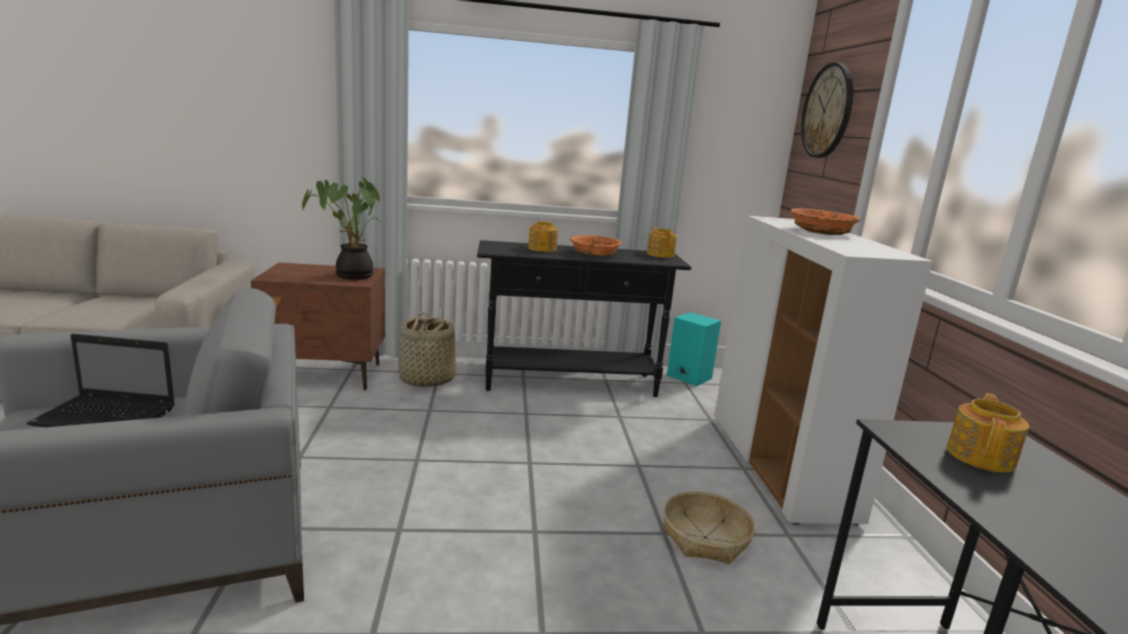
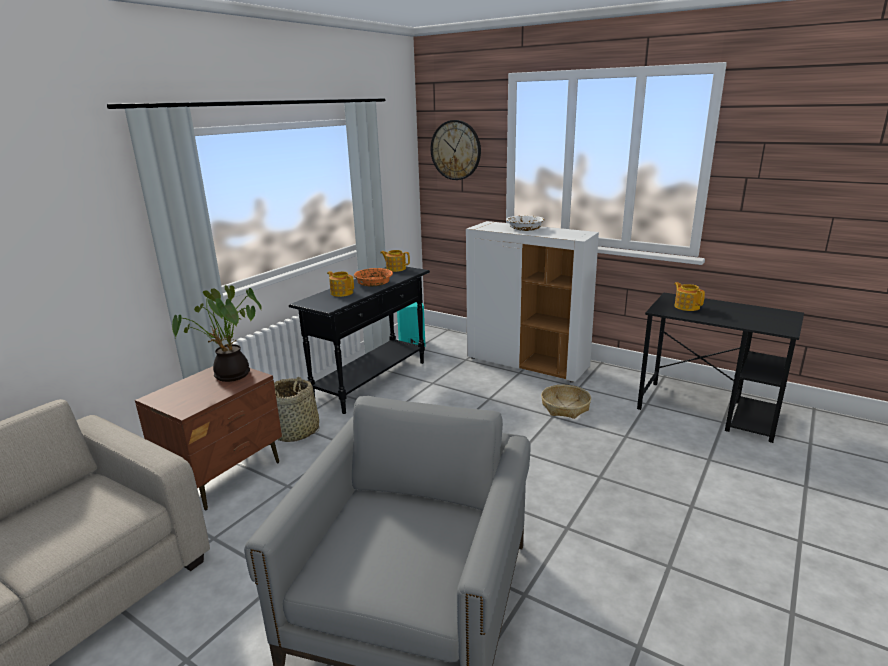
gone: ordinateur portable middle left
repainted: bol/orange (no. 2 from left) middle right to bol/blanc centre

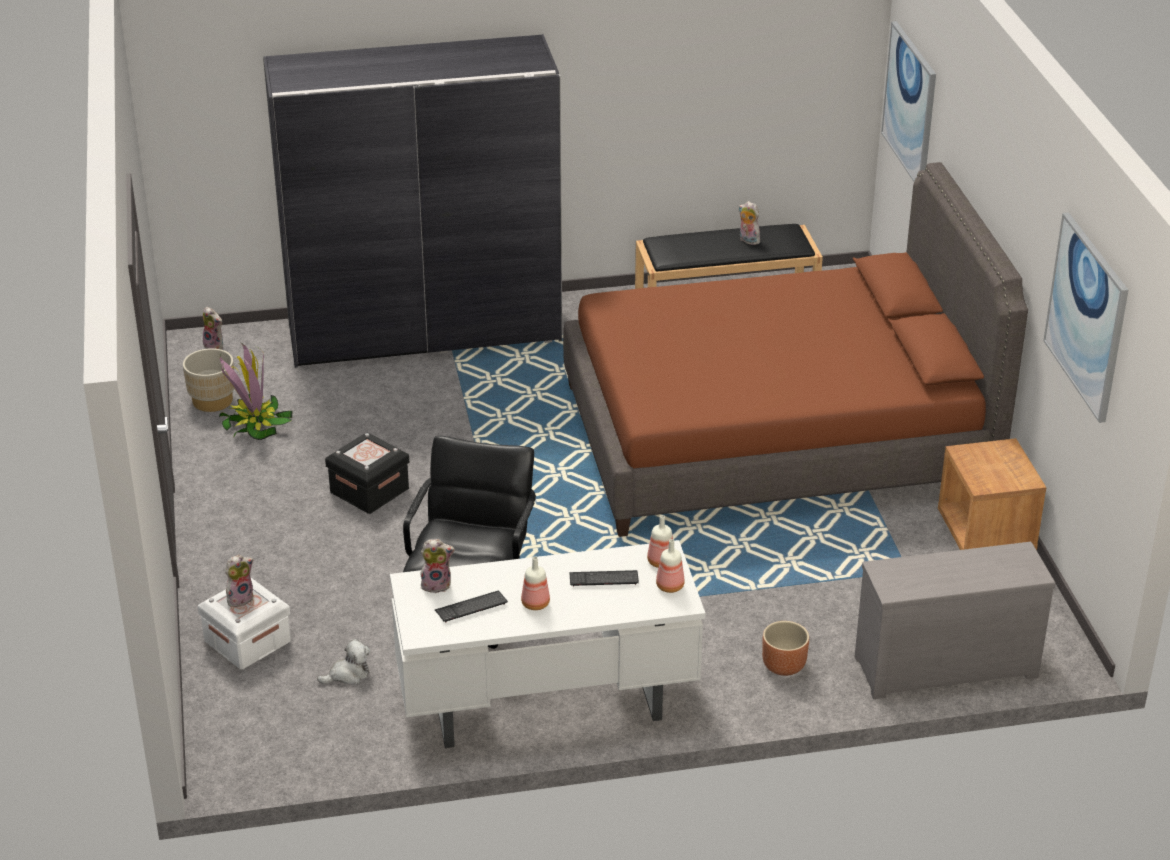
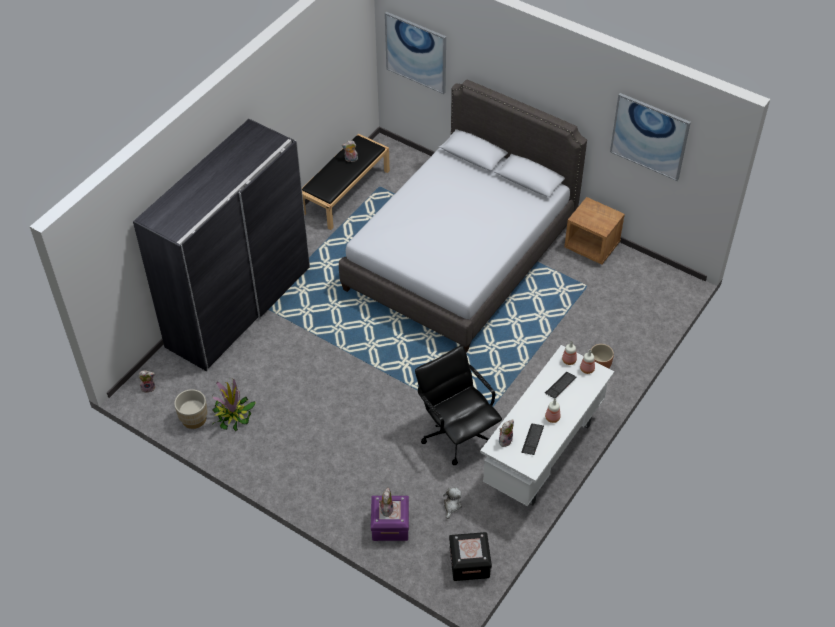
gone: commode/gris bottom right
shifted: boîte de rangement/noir middle left to bottom centre
repainted: boîte de rangement/blanc bottom left to boîte de rangement/violet bottom centre; lit/marron middle right to lit/gris centre

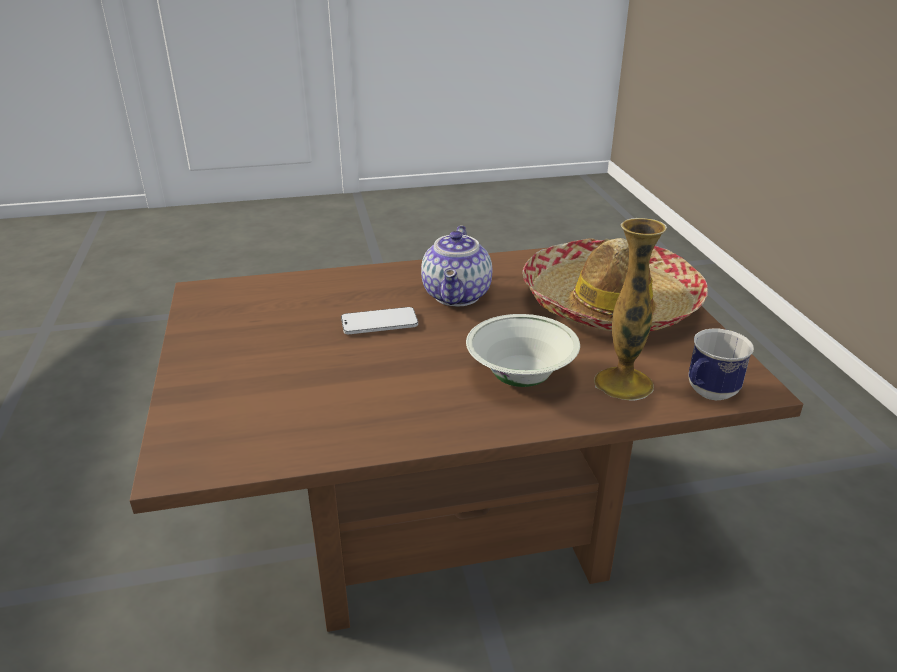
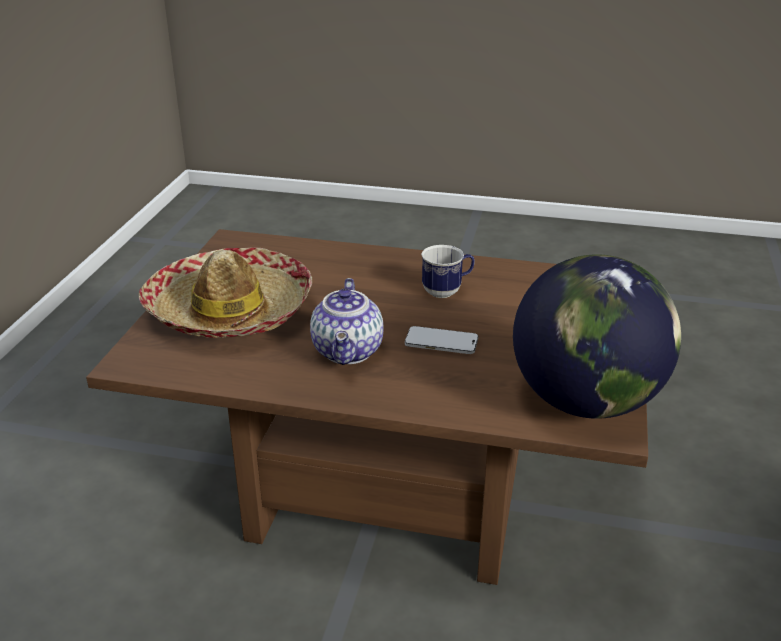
gone: bol/blanc centre; vase middle right
new: globe middle right
shifted: mug middle right to centre
rotated: théière centre = centre 150 degrees clockwise

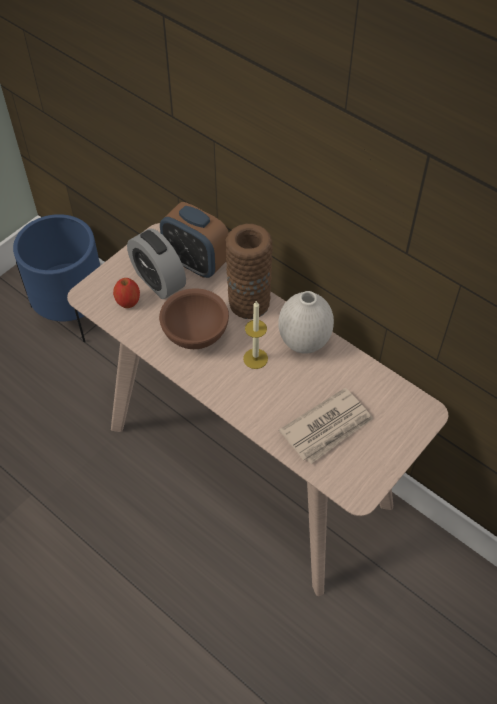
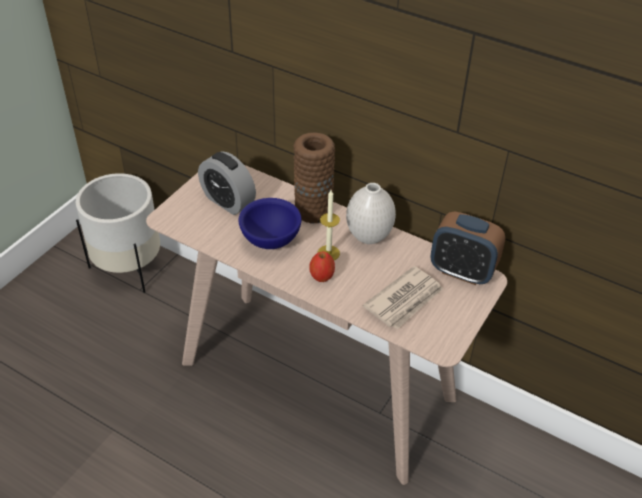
shifted: pomme middle left to centre; réveil (no. 2 from left) centre to middle right
repainted: cache-pot/bleu middle left to cache-pot/blanc middle left; bol/marron centre to bol/bleu centre

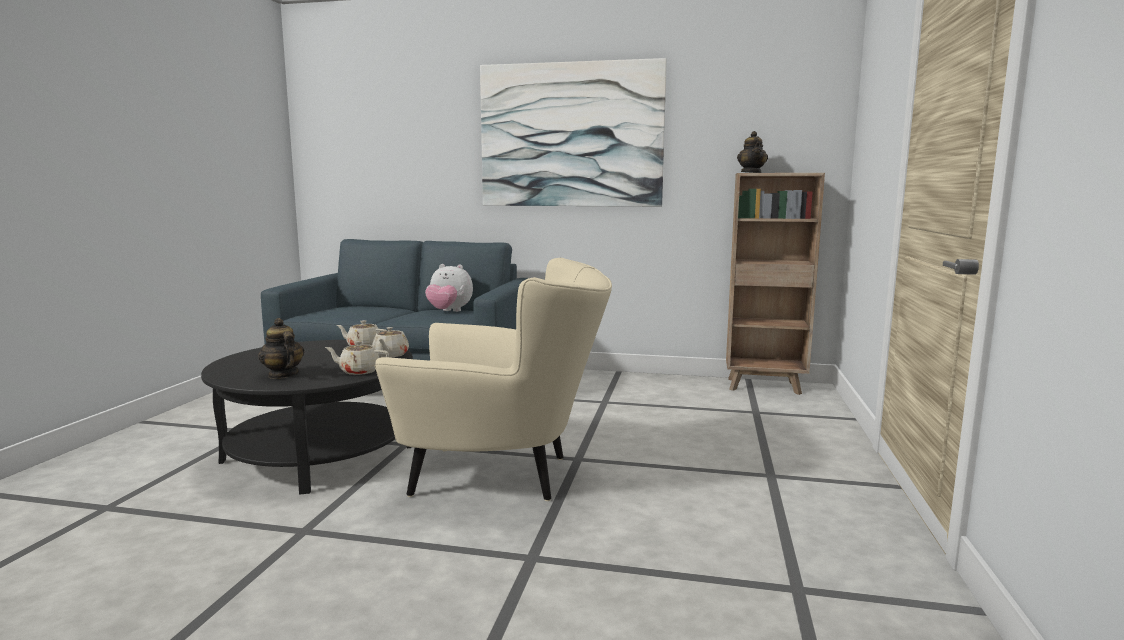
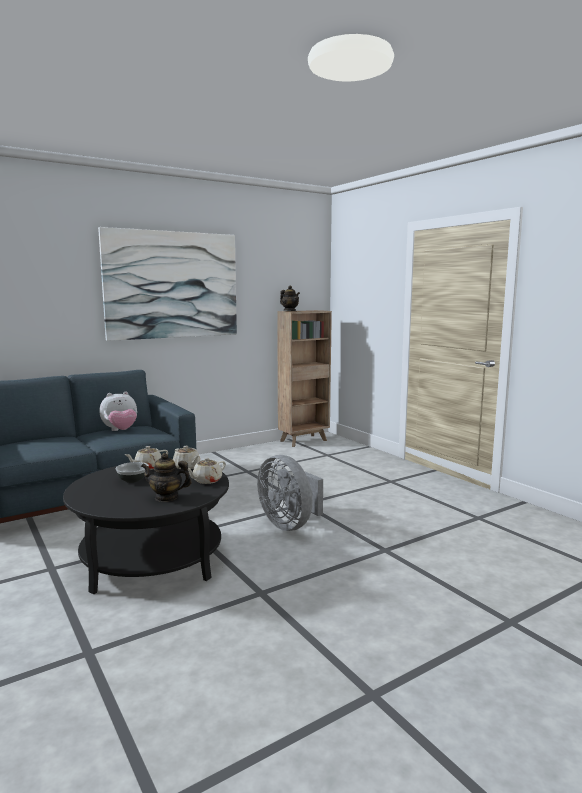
new: bol middle left
swapped: fauteuil/beige centre to ventilateur/gris centre

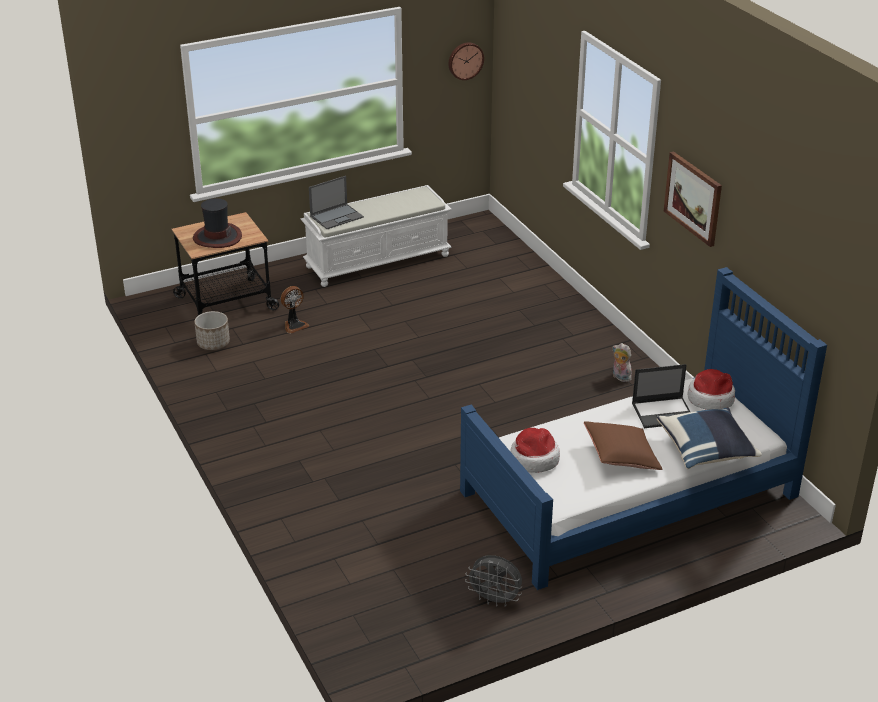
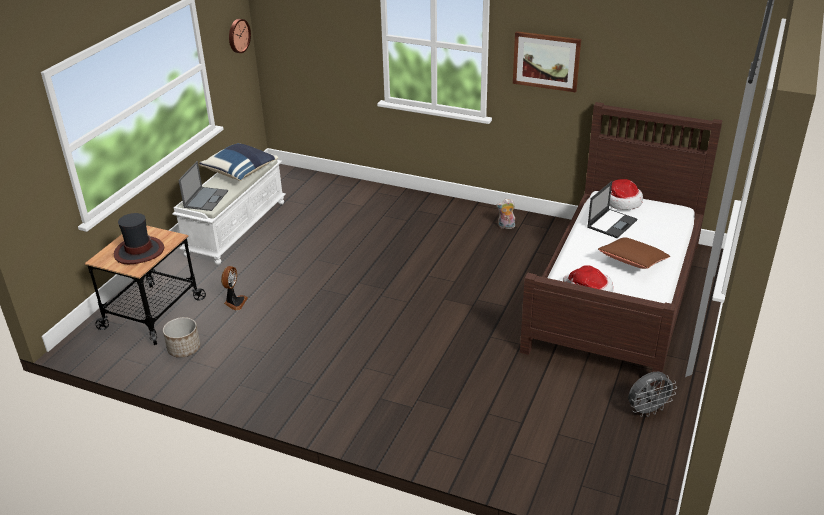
shifted: coussin/bleu middle right to top left
repainted: lit/bleu middle right to lit/marron middle right

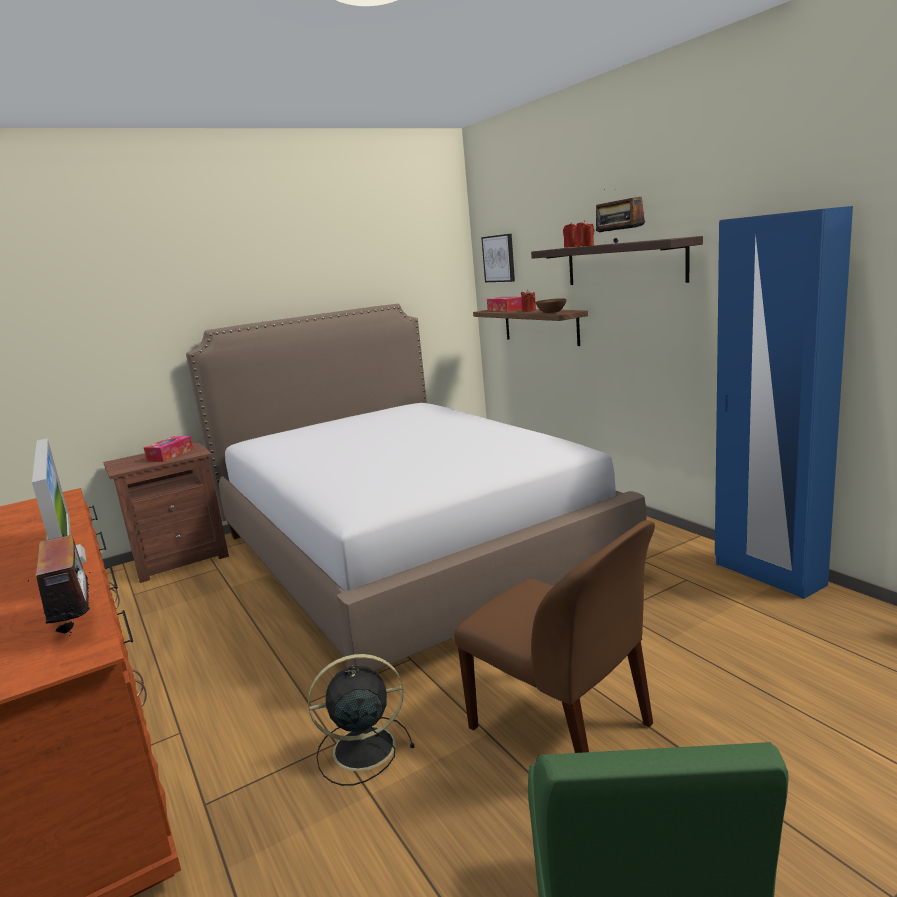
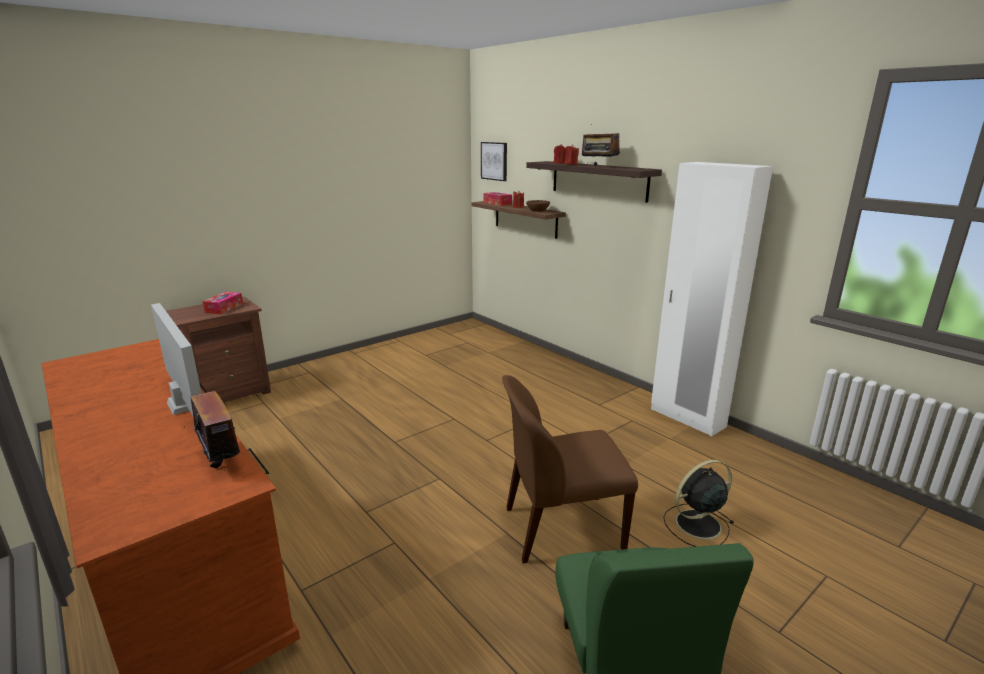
gone: lit centre
shifted: ventilateur/noir bottom centre to bottom right
repainted: armoire/bleu middle right to armoire/blanc middle right
rotated: chaise/marron bottom centre = bottom centre 135 degrees clockwise

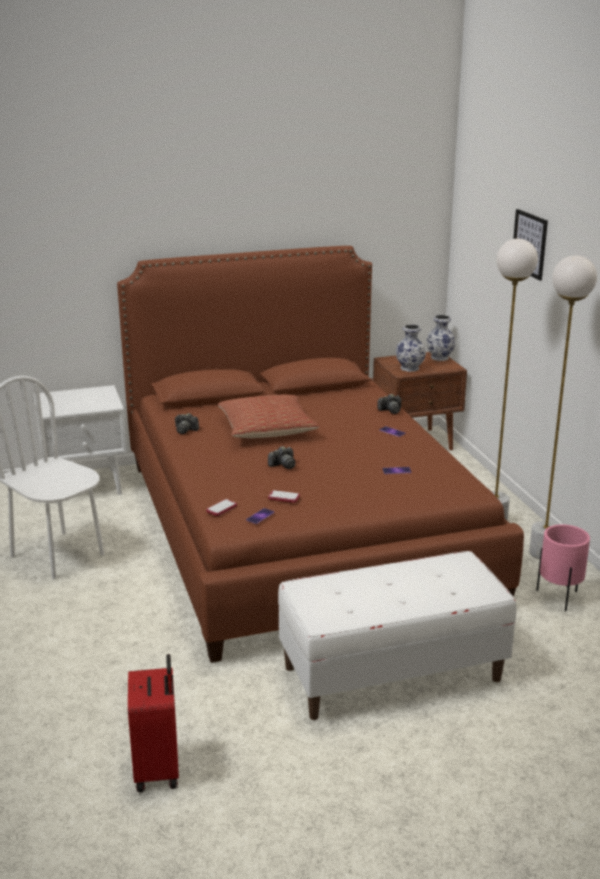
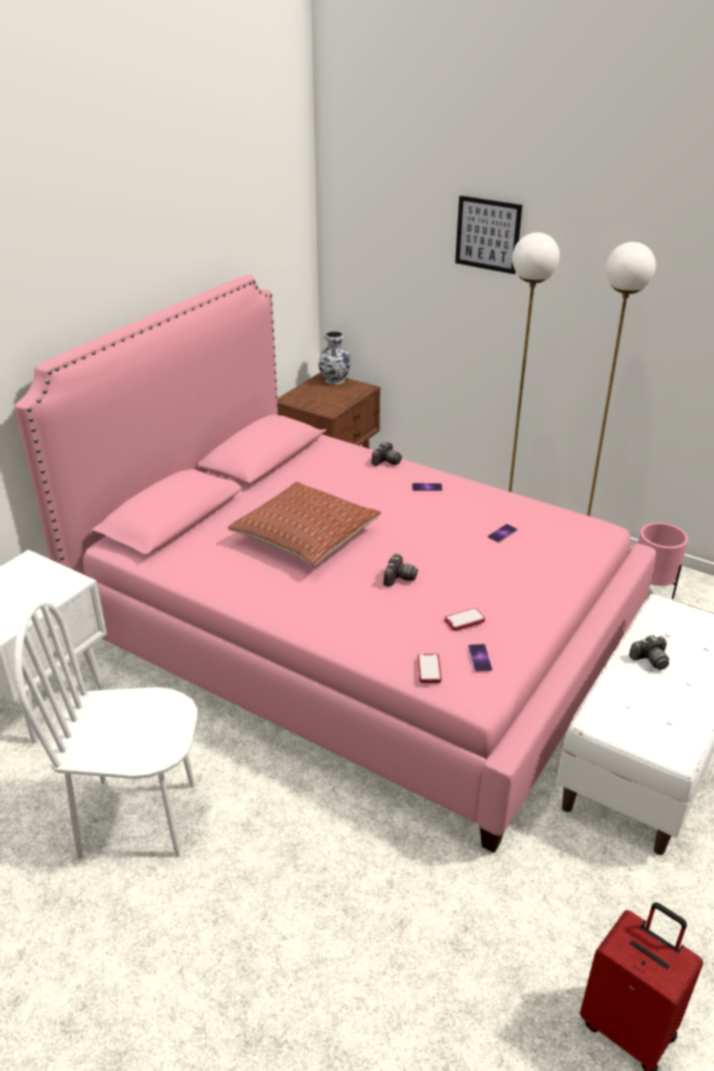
gone: vase (no. 1 from left) middle right
shifted: appareil photo (no. 1 from left in the first image) middle left to appareil photo (no. 3 from left) middle right
repainted: lit/marron centre to lit/rose centre

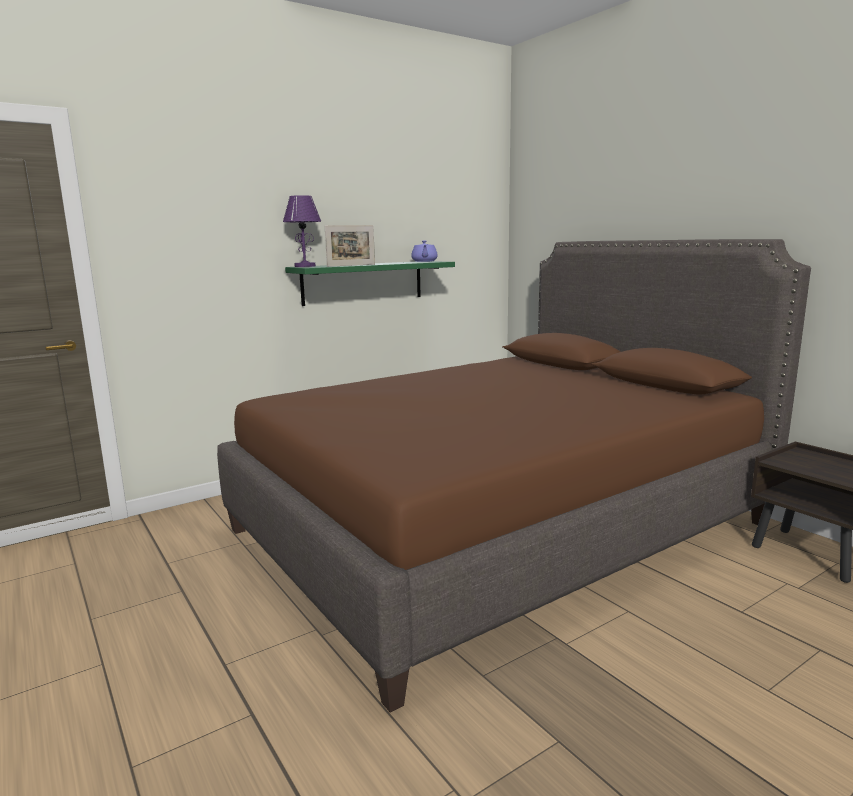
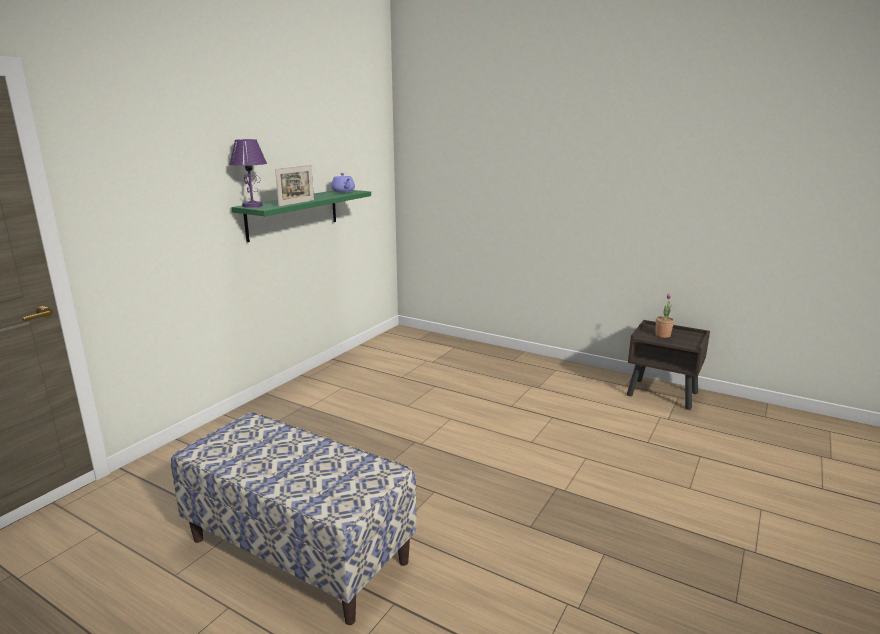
gone: lit/marron centre
new: banc bottom left; plante en pot middle right

